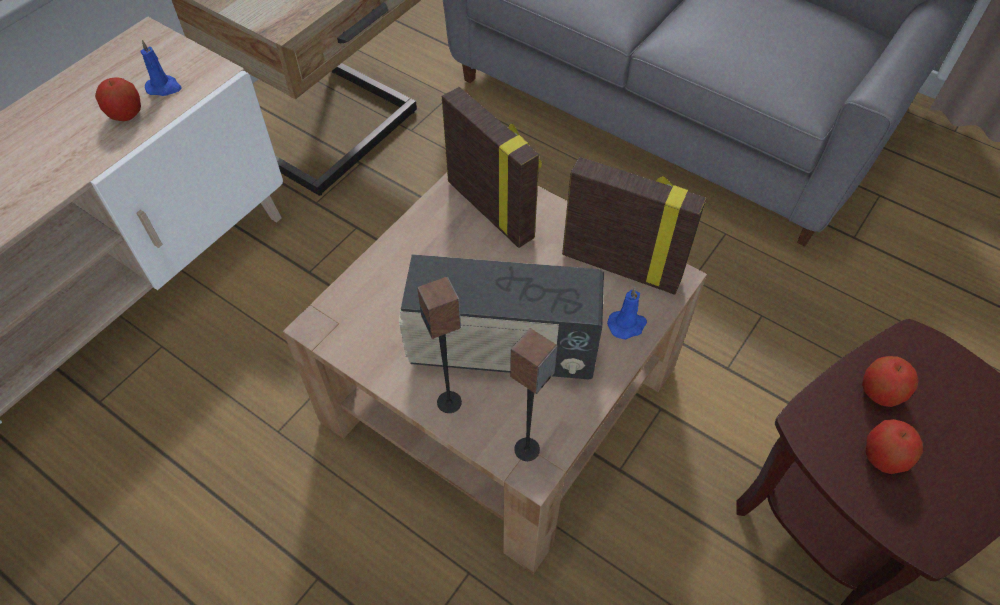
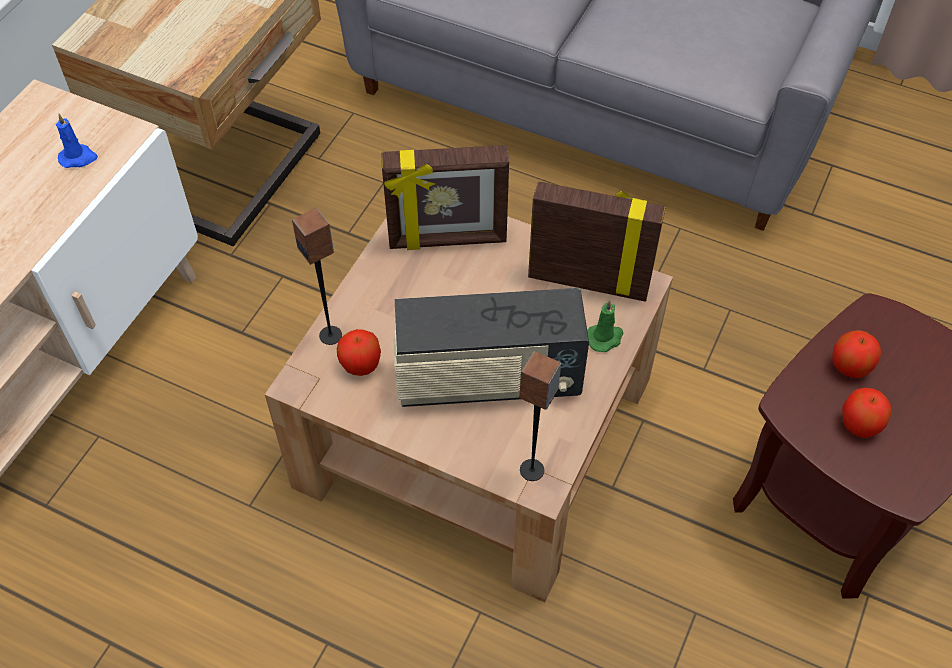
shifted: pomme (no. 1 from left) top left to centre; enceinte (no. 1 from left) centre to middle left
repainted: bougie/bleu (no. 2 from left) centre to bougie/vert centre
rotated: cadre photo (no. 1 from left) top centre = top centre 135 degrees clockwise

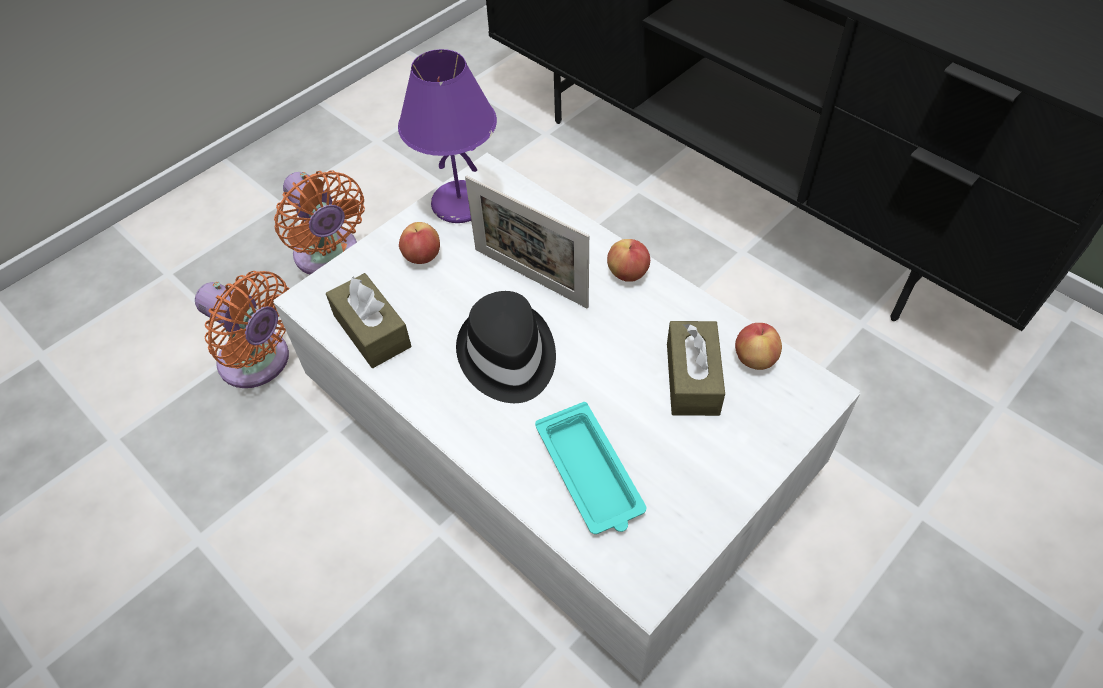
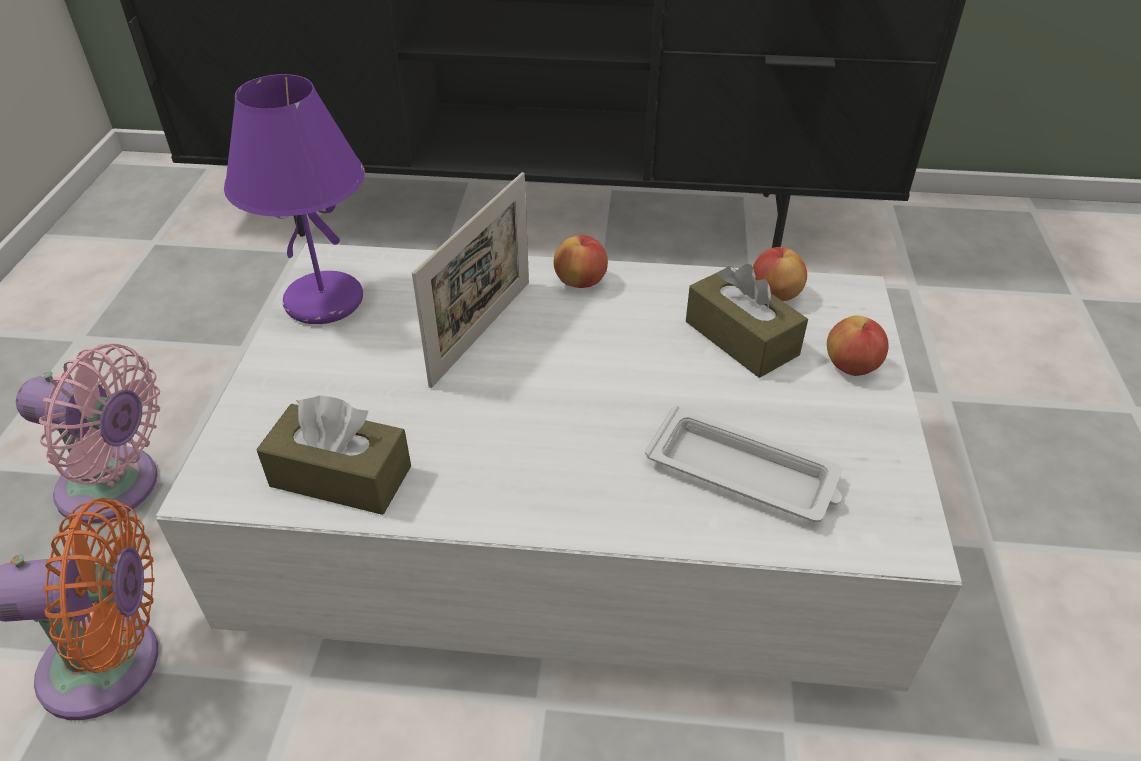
gone: chapeau/noir centre
shifted: pomme (no. 1 from left in the first image) centre to pomme (no. 3 from left) middle right
repainted: ventilateur/orange (no. 2 from left) top left to ventilateur/rose middle left; plateau/turquoise bottom centre to plateau/blanc centre
rotated: cadre photo centre = centre 60 degrees counterclockwise

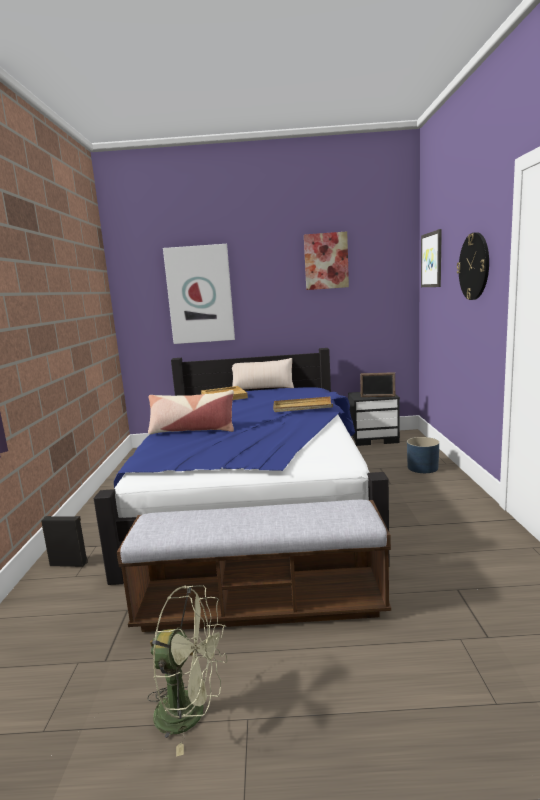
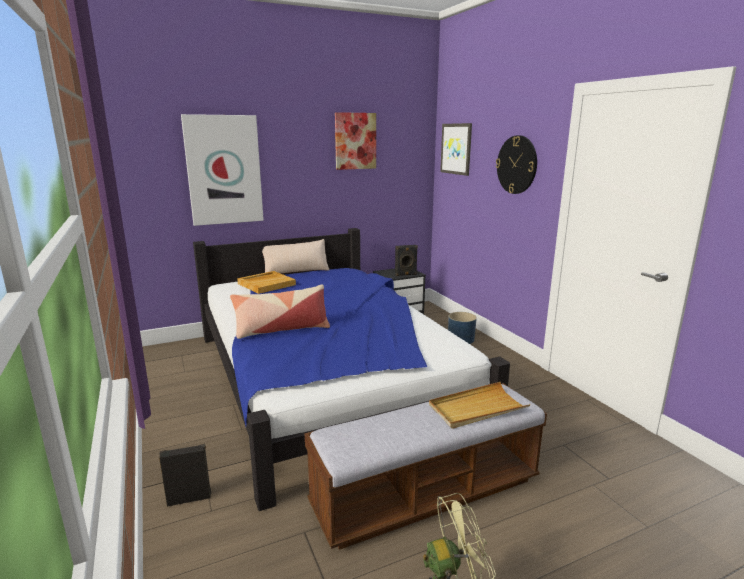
shifted: plateau/beige (no. 2 from left) centre to bottom centre
swapped: cadre photo middle right to enceinte/noir (no. 2 from left) centre

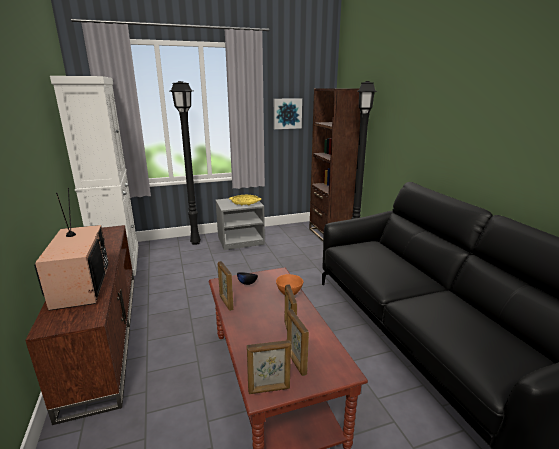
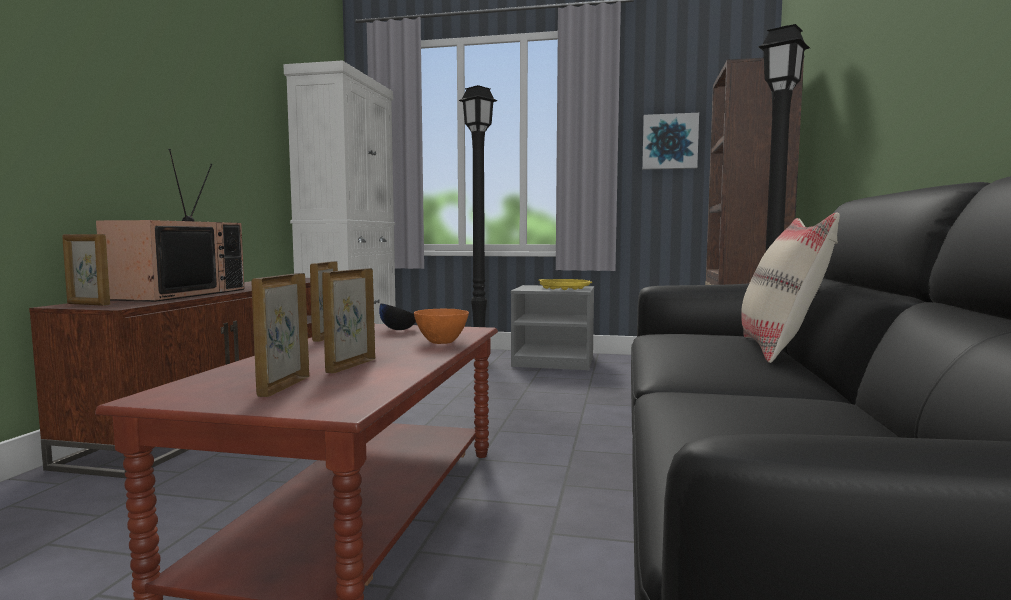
new: coussin/beige middle right
shifted: cadre photo (no. 2 from left in the first image) bottom centre to cadre photo (no. 1 from left) middle left

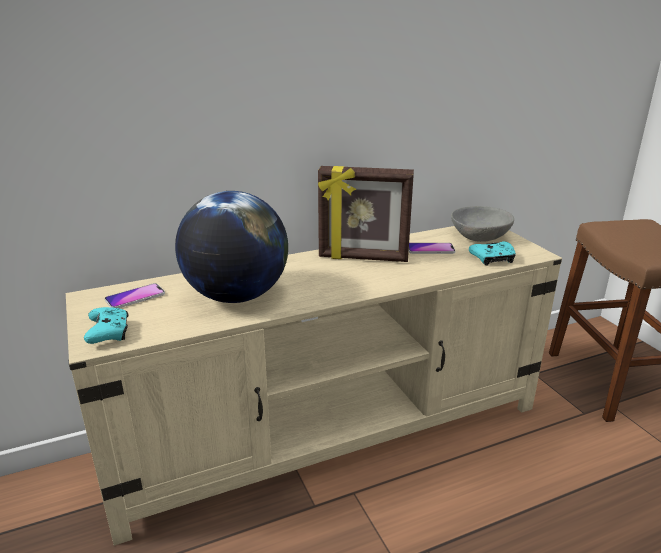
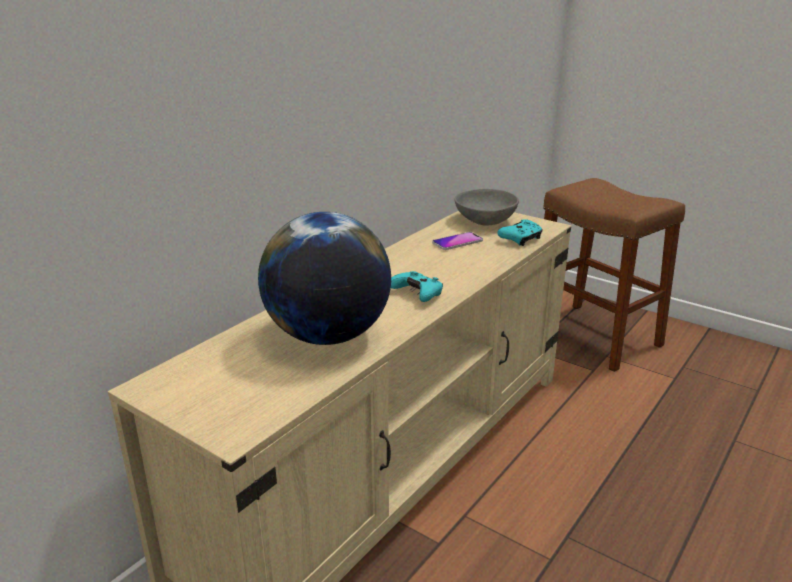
gone: téléphone (no. 1 from left) middle left; cadre photo centre
shifted: manette/turquoise (no. 1 from left) middle left to centre

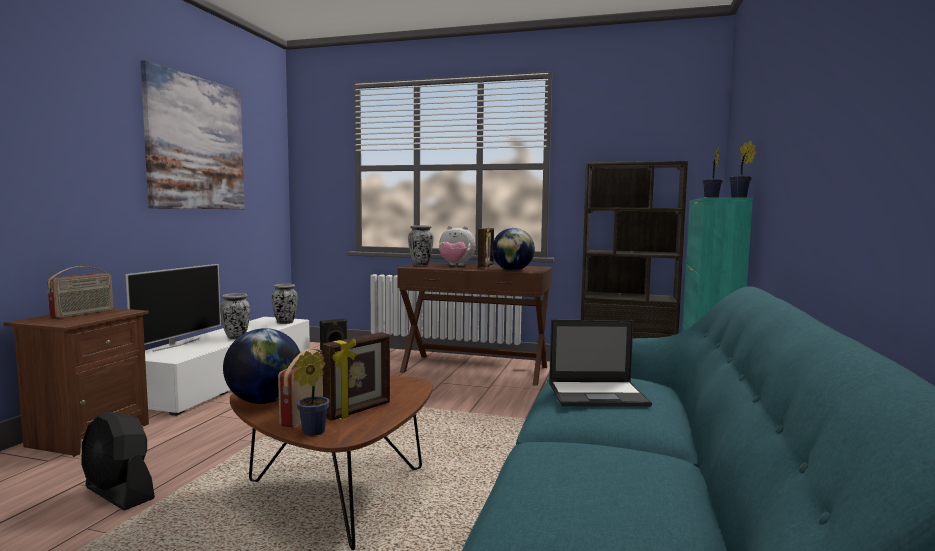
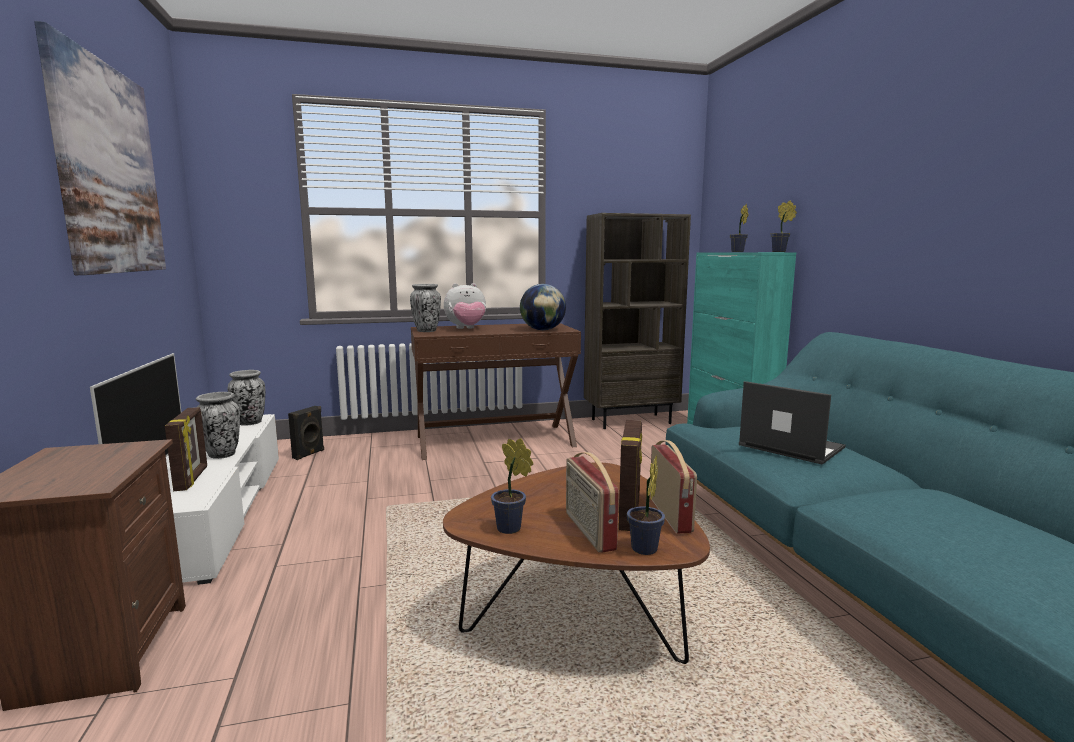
gone: ventilateur/noir bottom left
shifted: radio (no. 1 from left in the first image) middle left to radio (no. 2 from left) centre; cadre photo (no. 2 from left in the first image) centre to cadre photo (no. 1 from left) middle left
swapped: globe (no. 1 from left) middle left to plante en pot (no. 1 from left) centre
rotated: ordinateur portable centre = middle right 105 degrees counterclockwise

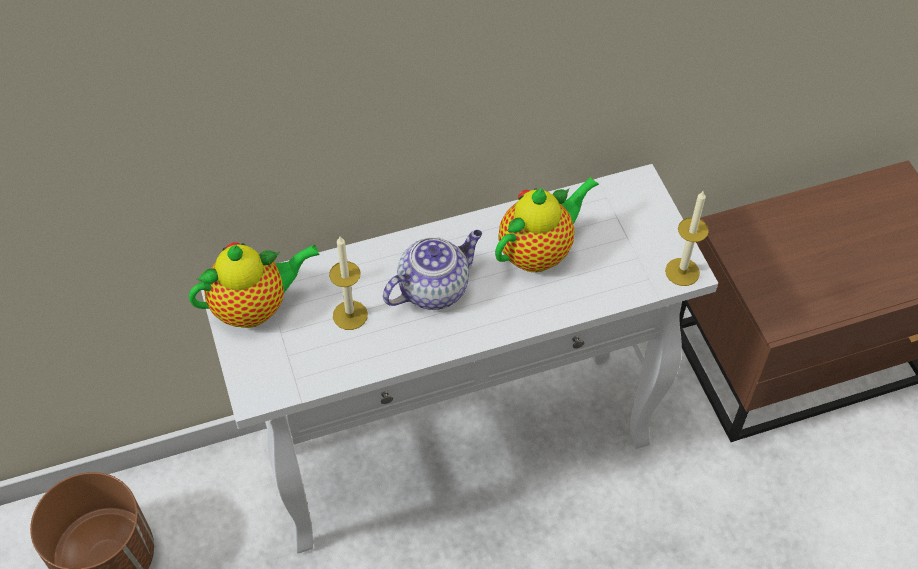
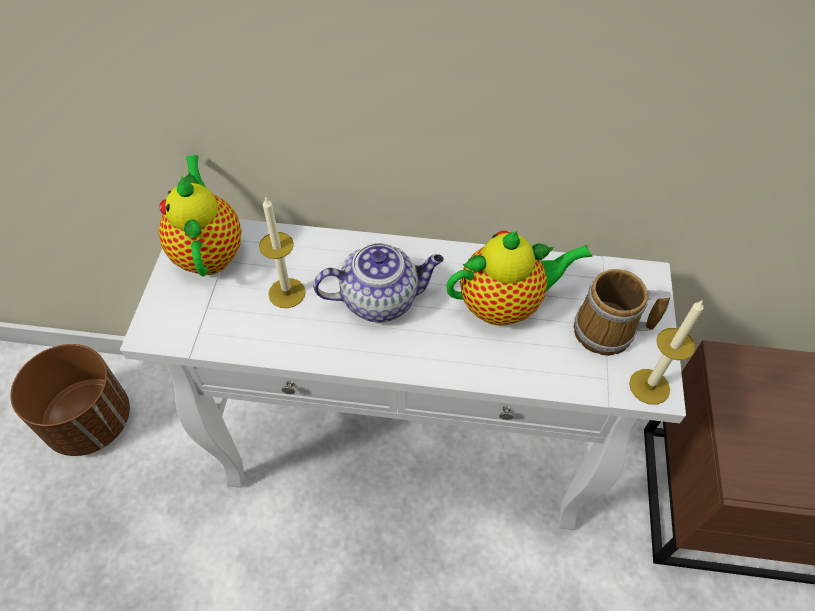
new: mug middle right
rotated: théière (no. 1 from left) middle left = middle left 105 degrees counterclockwise

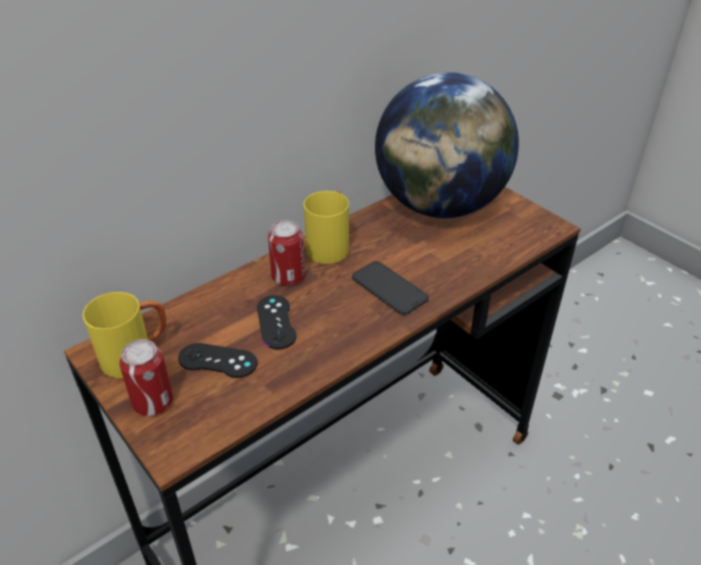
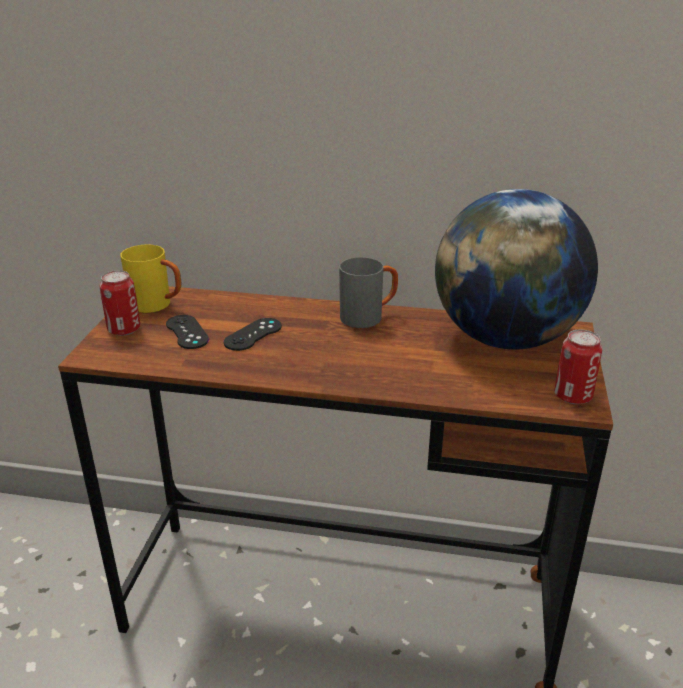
gone: téléphone centre
shifted: boîte métallique (no. 2 from left) centre to middle right
repainted: mug/jaune (no. 2 from left) centre to mug/gris centre

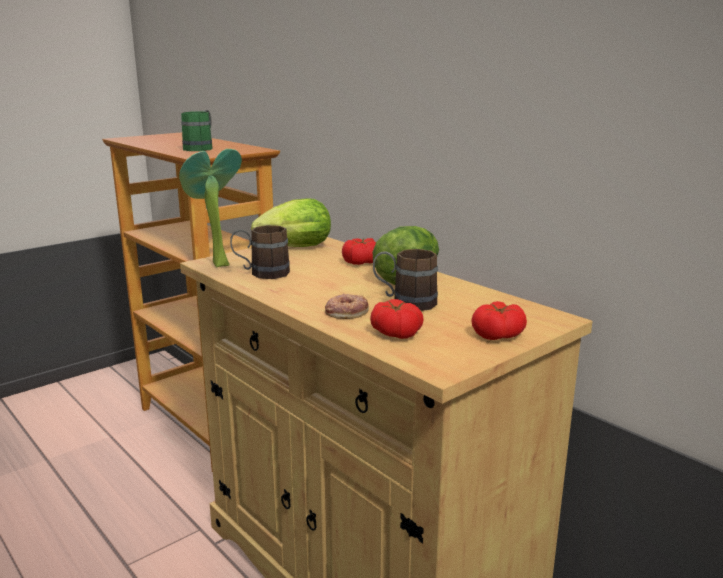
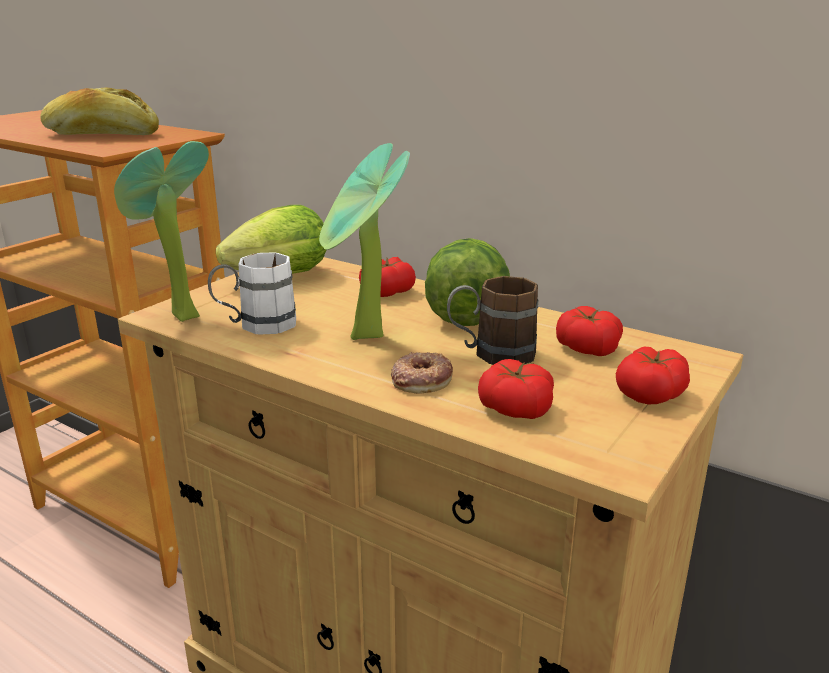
new: plante en pot (no. 2 from left) centre; tomate (no. 3 from left) middle right
swapped: mug/vert top left to pain top left
repainted: mug/marron (no. 1 from left) centre to mug/blanc middle left

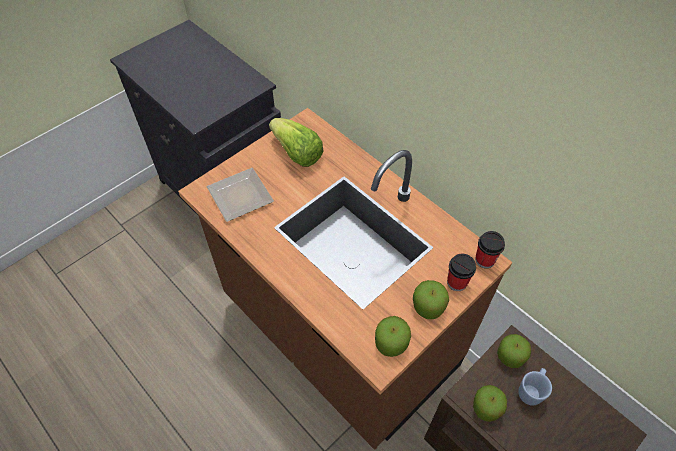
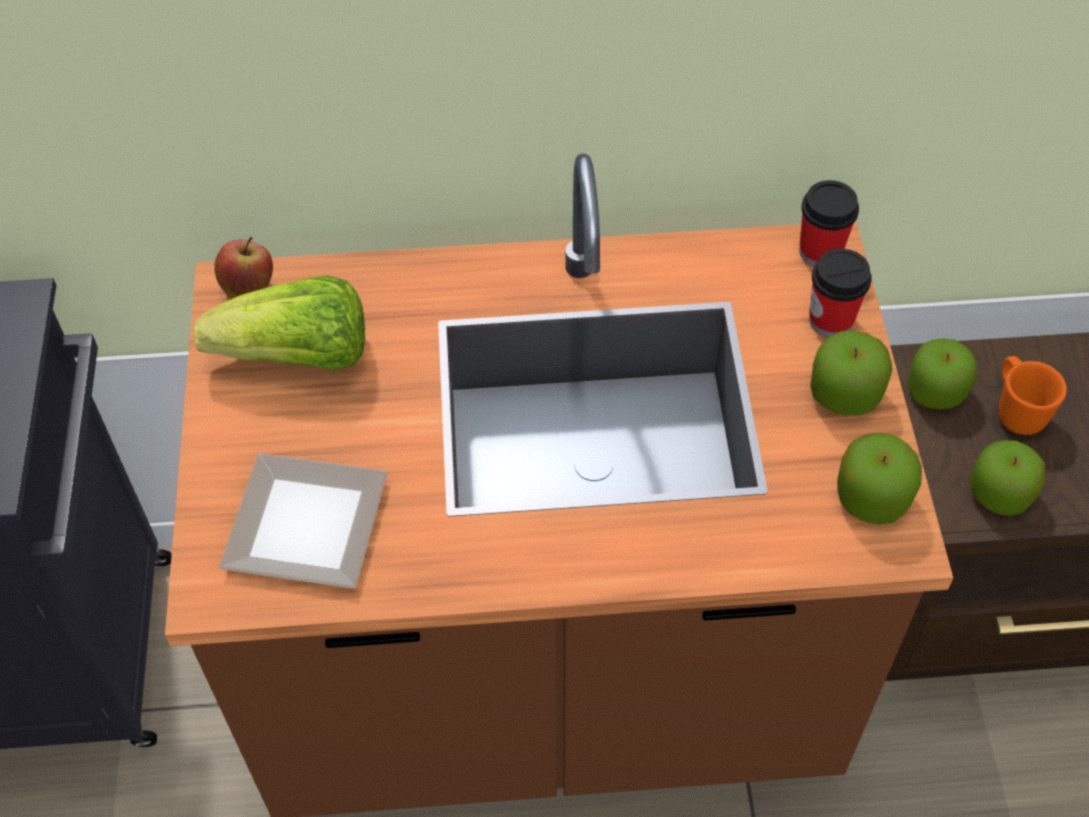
new: pomme (no. 1 from left) top left
repainted: mug/bleu bottom right to mug/orange middle right

